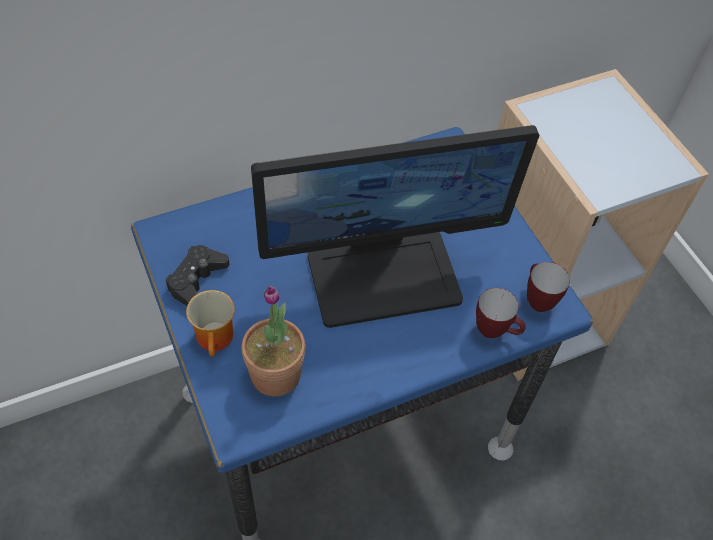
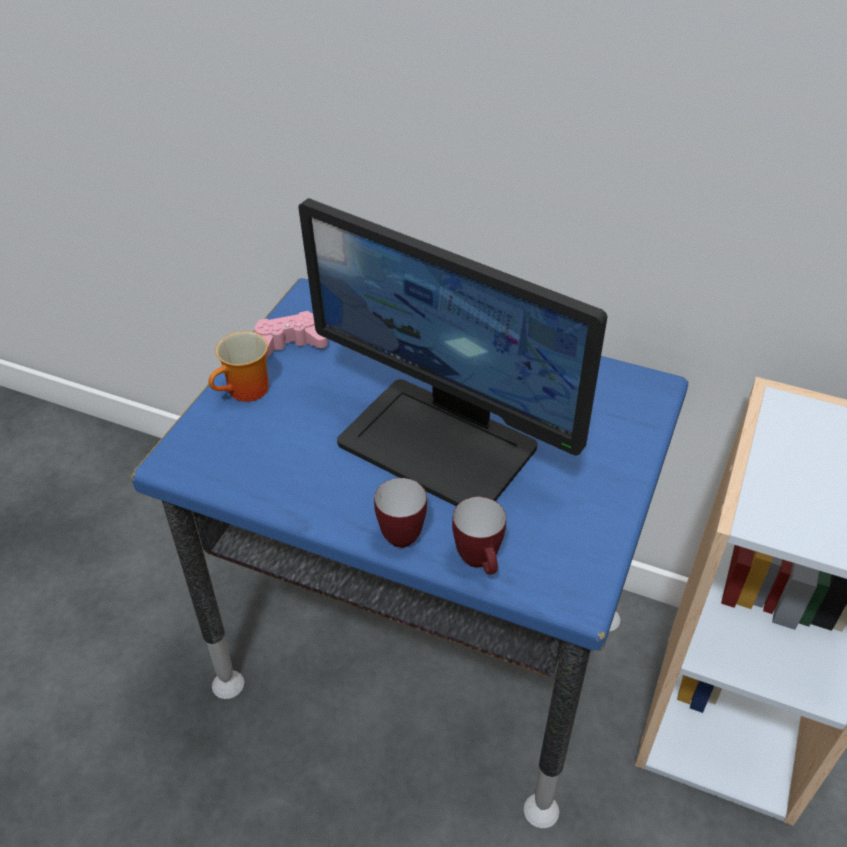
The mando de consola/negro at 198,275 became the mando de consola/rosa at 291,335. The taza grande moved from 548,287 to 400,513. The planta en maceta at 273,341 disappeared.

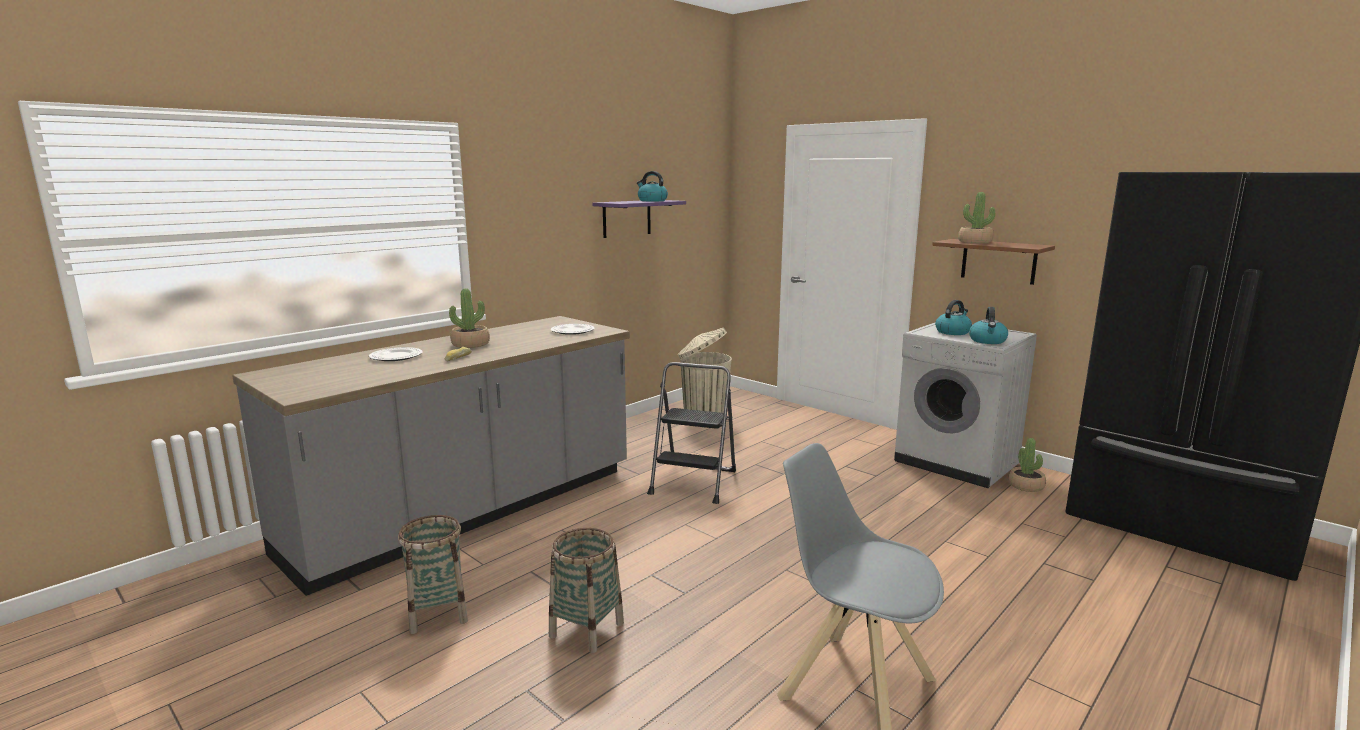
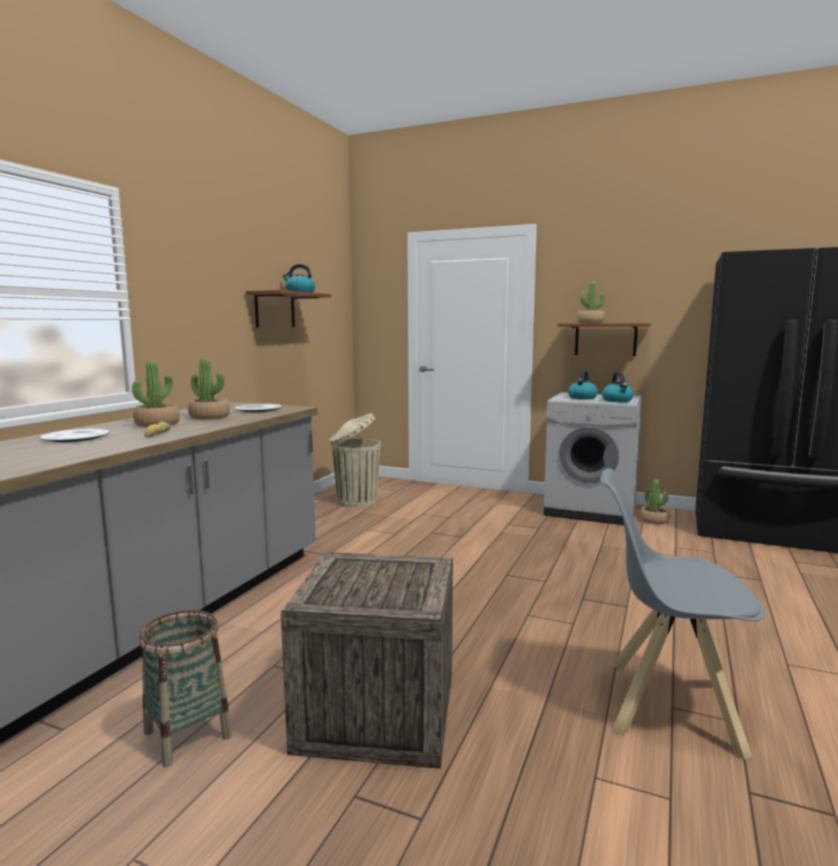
The planta en maceta at 209,389 appeared. The estante/morado at 639,219 became the estante/marrón at 288,308. The cesta at 586,590 was replaced by the caja de embalaje at 367,660. The escalera de tijera/negro at 691,433 disappeared.

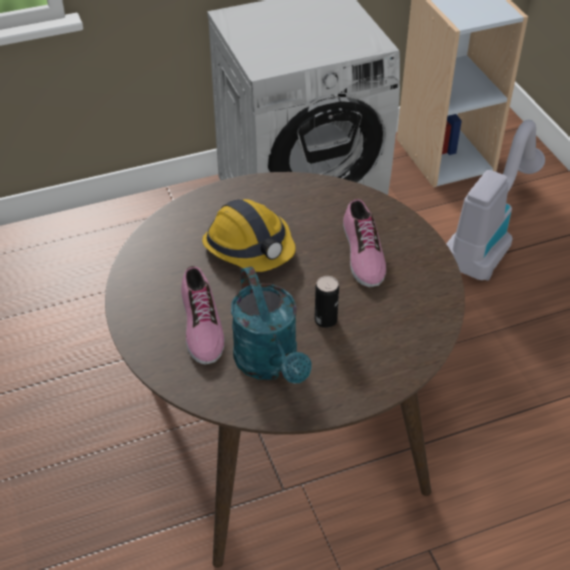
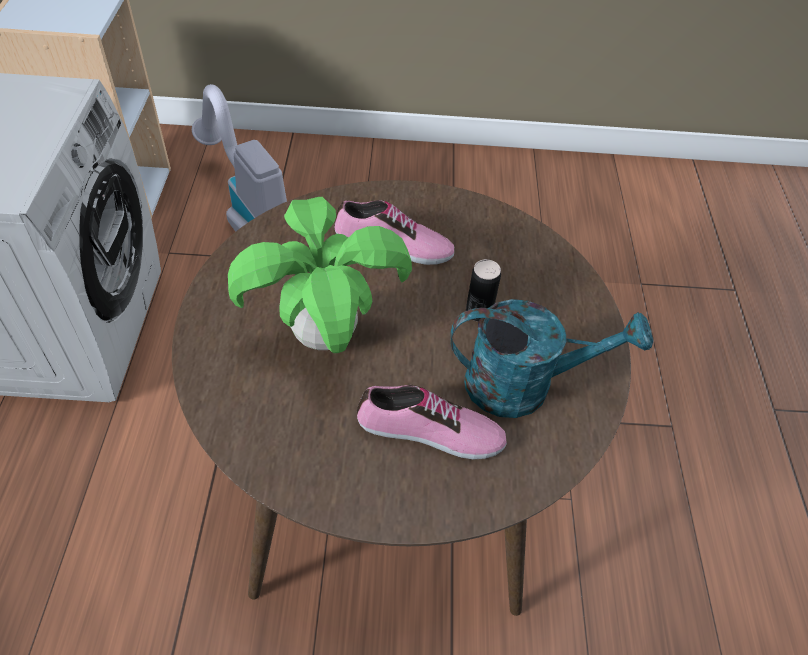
The casco at 249,235 was replaced by the planta en maceta at 320,275.

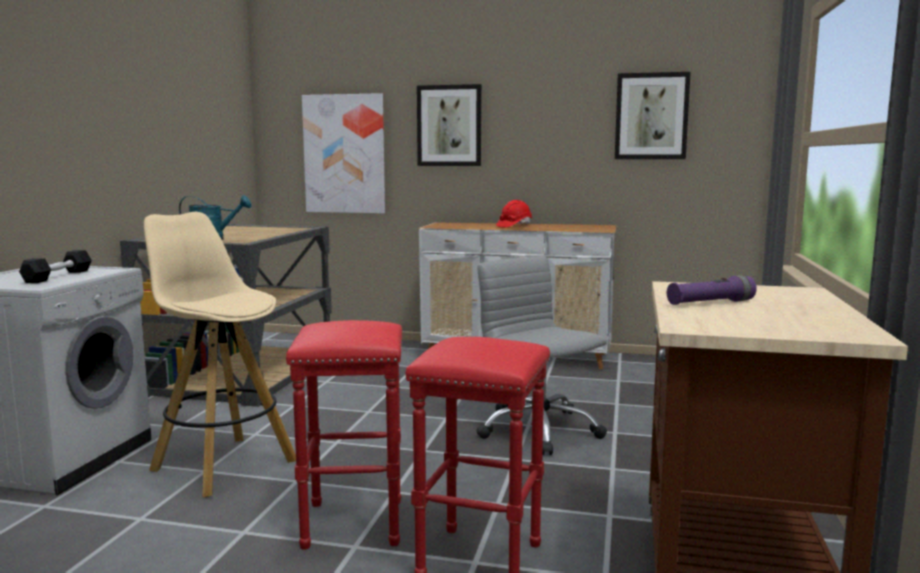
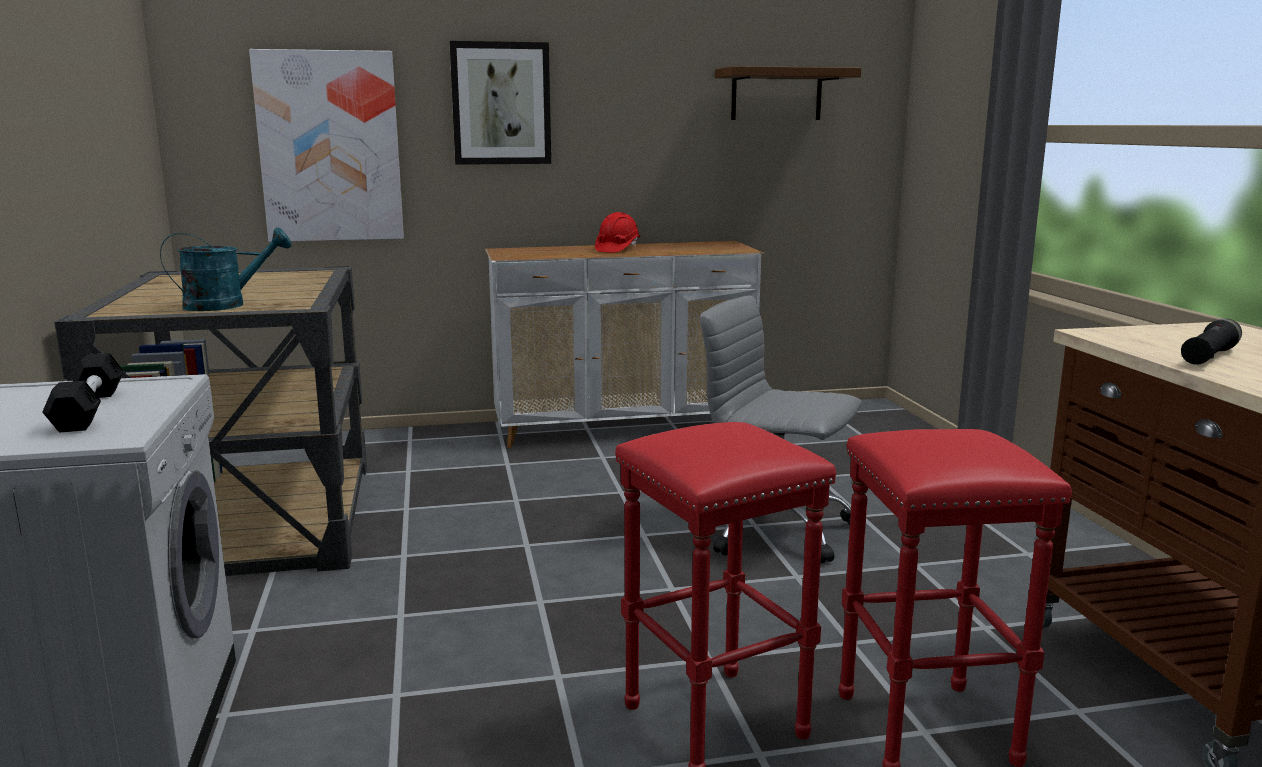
The cuadro at 653,115 was replaced by the estante/marrón at 788,93. The linterna/morado at 712,290 became the linterna/negro at 1211,342. The taburete/beis at 220,354 disappeared.

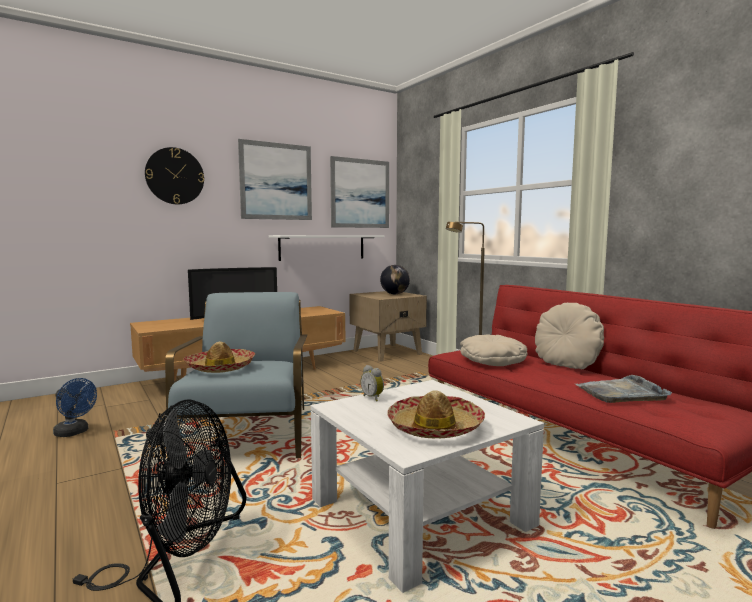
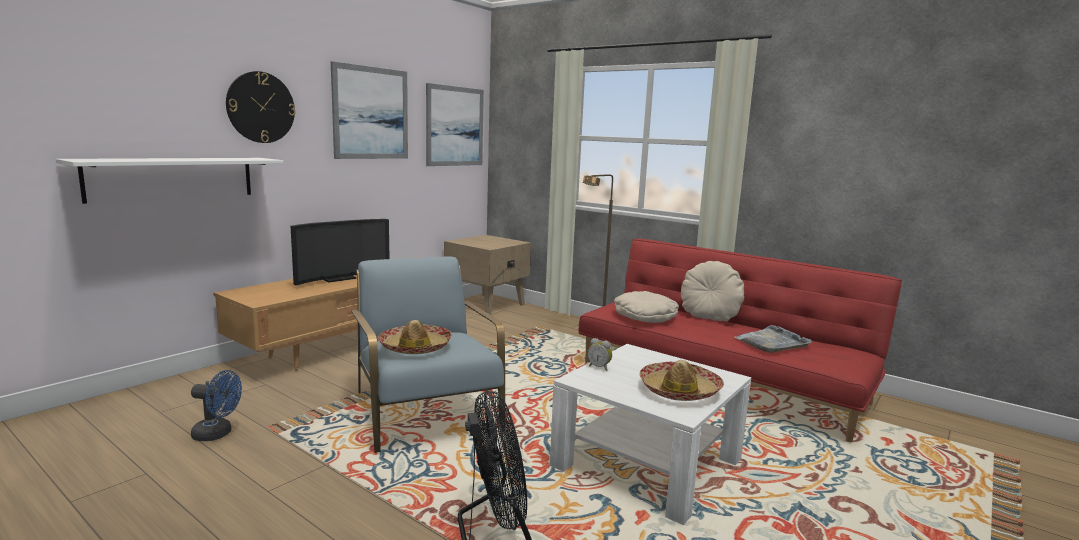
The estante/blanco moved from 327,248 to 170,181. The globo terráqueo at 395,279 disappeared.

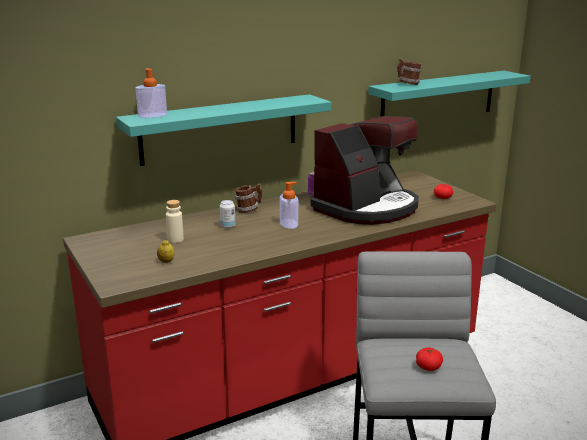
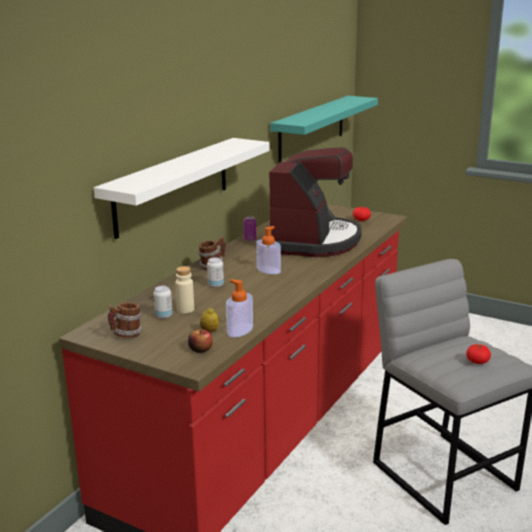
The estante/turquesa at 223,130 became the estante/blanco at 182,188. The taza grande moved from 409,71 to 125,320. The lata at 162,302 appeared. The manzana at 200,341 appeared. The dispensador de jabón moved from 151,93 to 239,308.

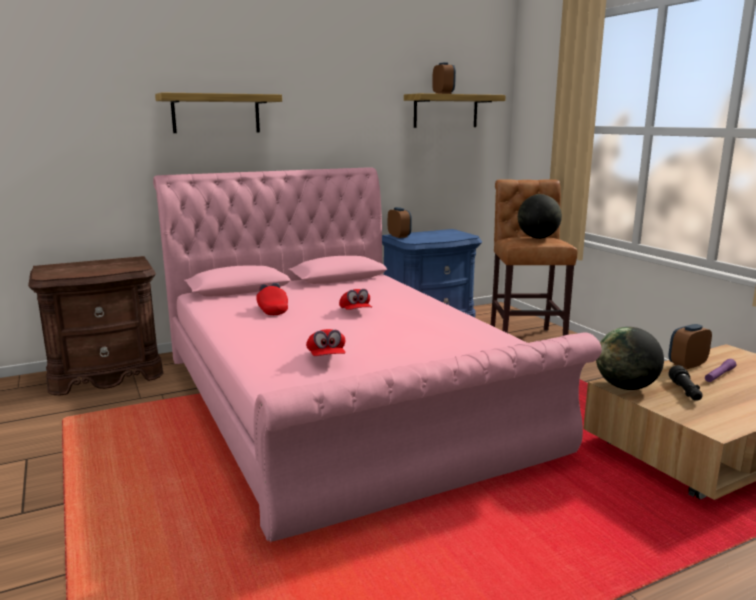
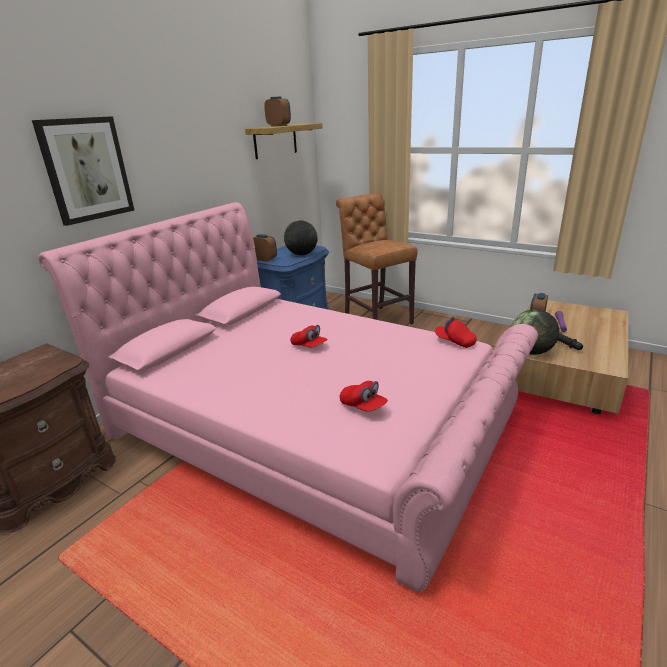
The estante at 218,112 was replaced by the cuadro at 83,171. The globo terráqueo moved from 540,216 to 301,237. The gorra/rojo moved from 272,299 to 456,332.

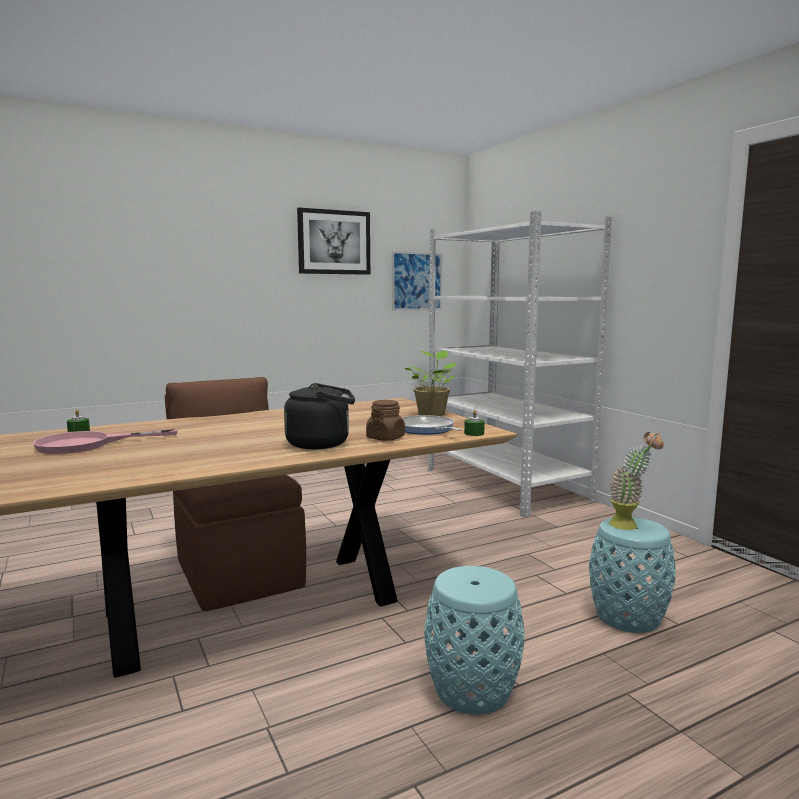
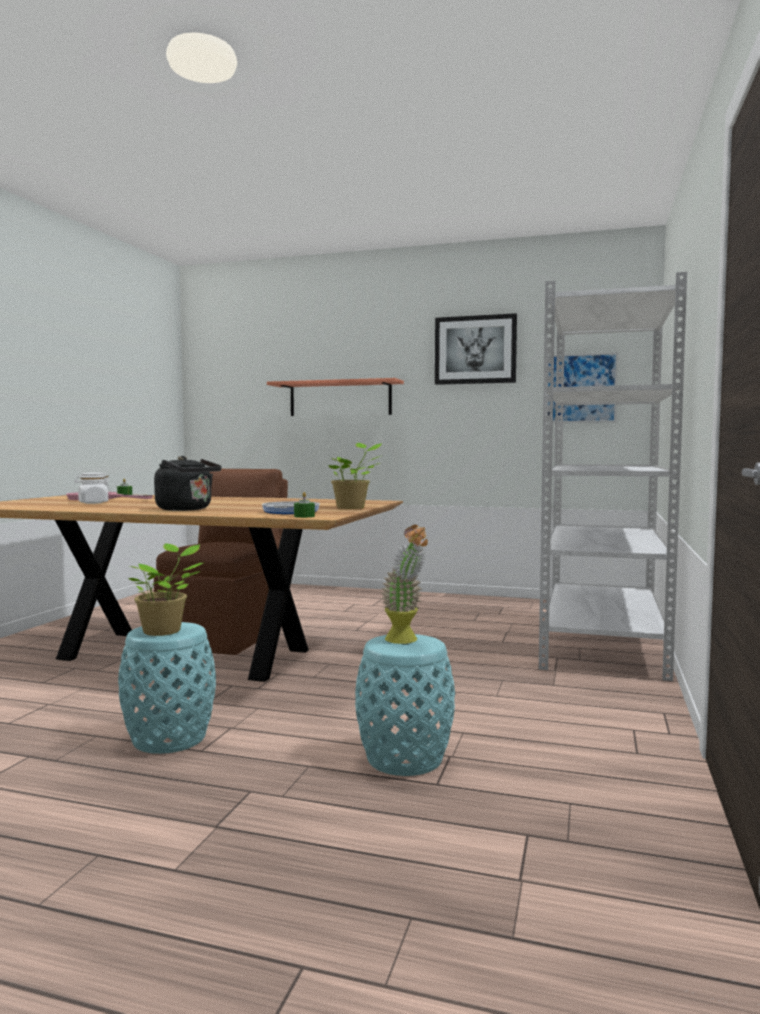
The tarro/blanco at 92,488 appeared. The planta en maceta at 166,589 appeared. The estante at 335,397 appeared. The tarro/marrón at 385,420 disappeared.

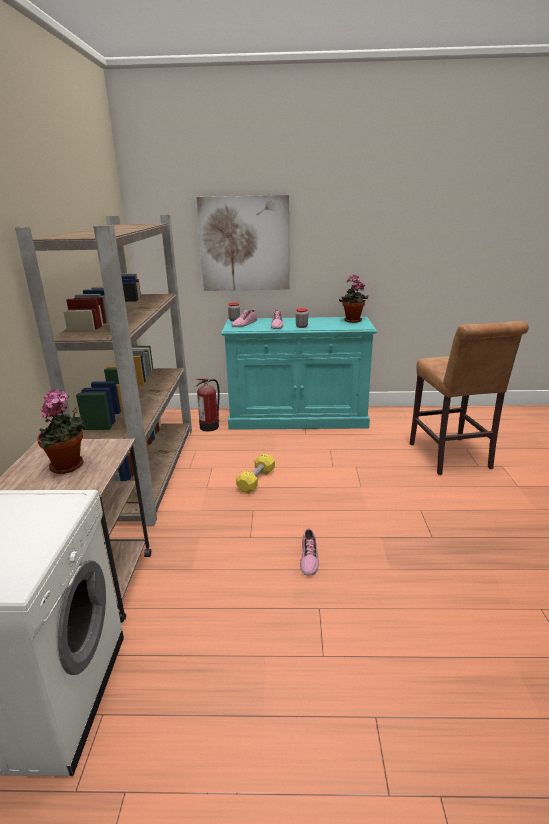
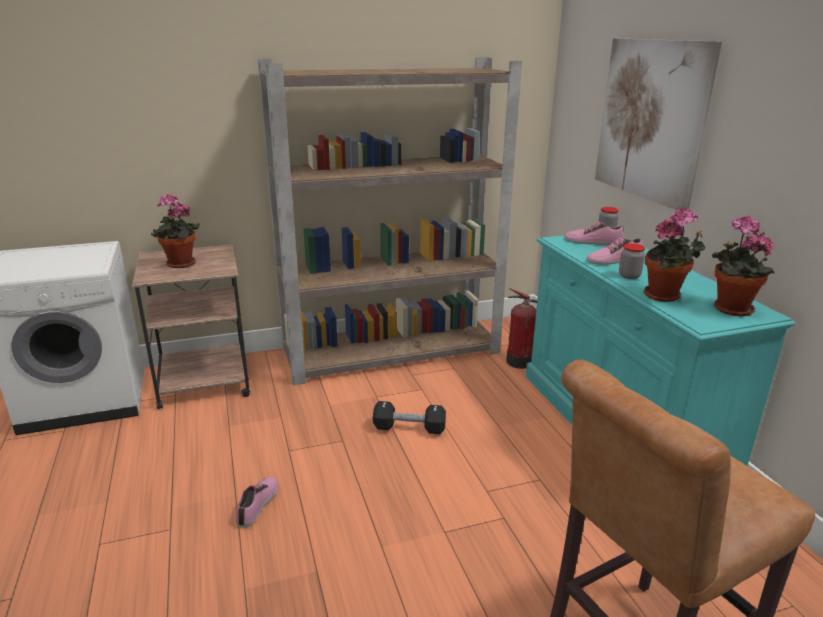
The zapato at 309,552 turned 120 degrees clockwise. The mancuerna/amarillo at 255,473 became the mancuerna/negro at 409,417. The planta en maceta at 674,255 appeared.

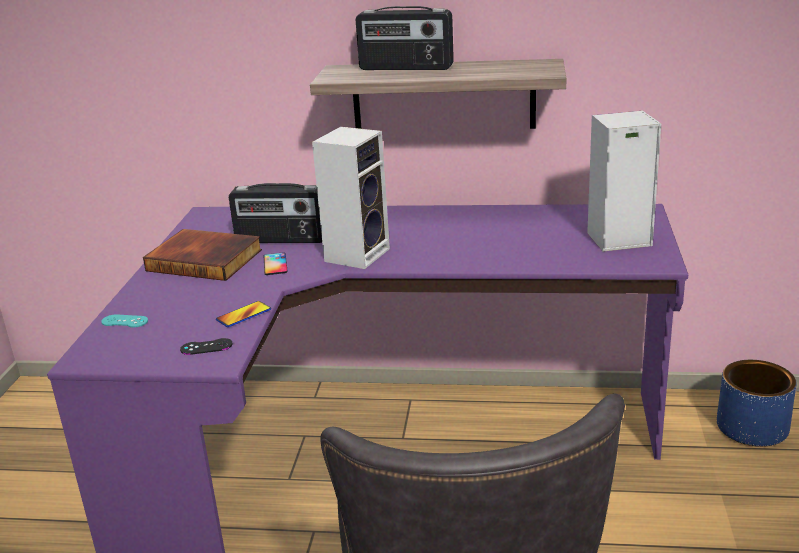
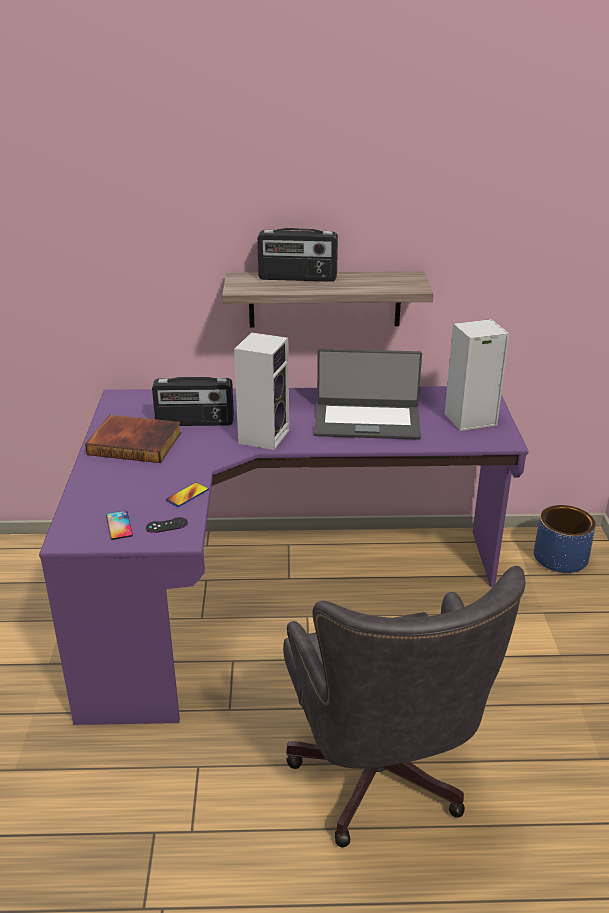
The móvil moved from 276,263 to 119,525. The portátil at 368,394 appeared. The mando de consola/turquesa at 124,320 disappeared.

